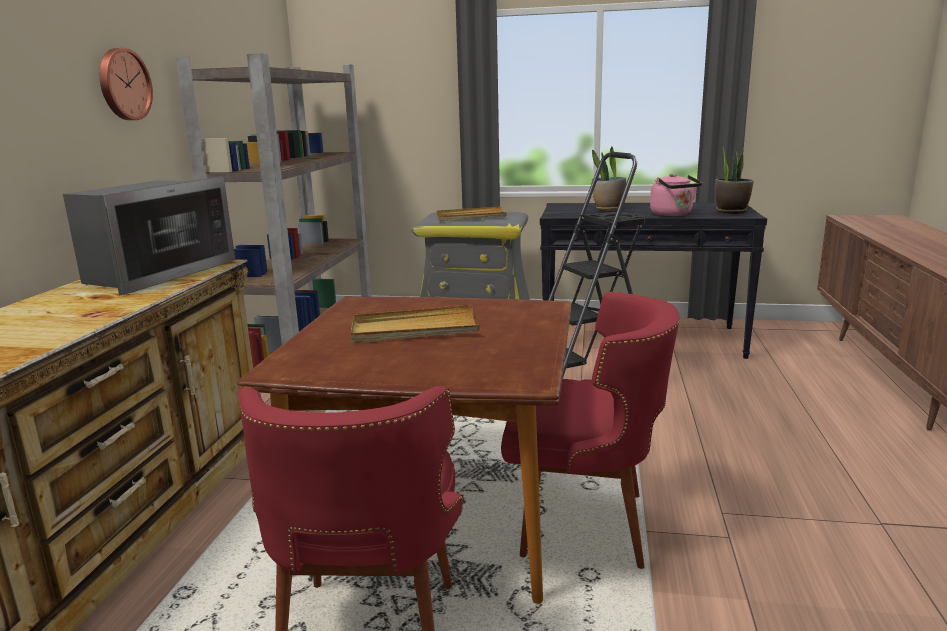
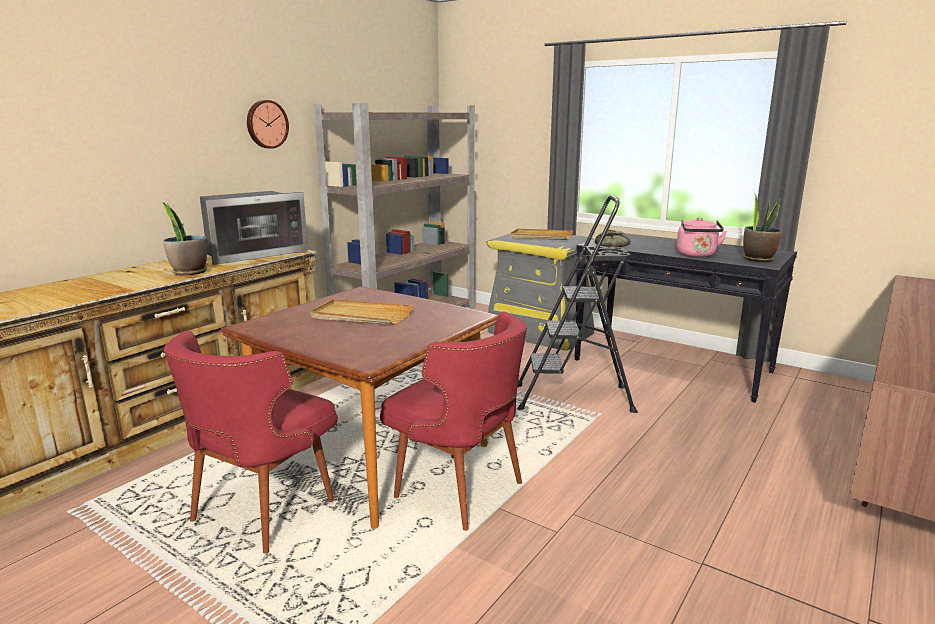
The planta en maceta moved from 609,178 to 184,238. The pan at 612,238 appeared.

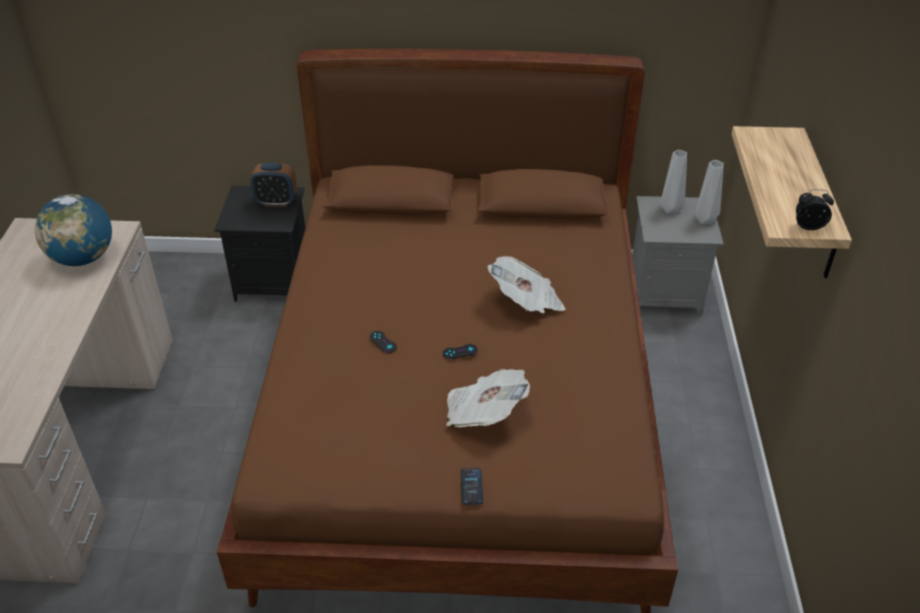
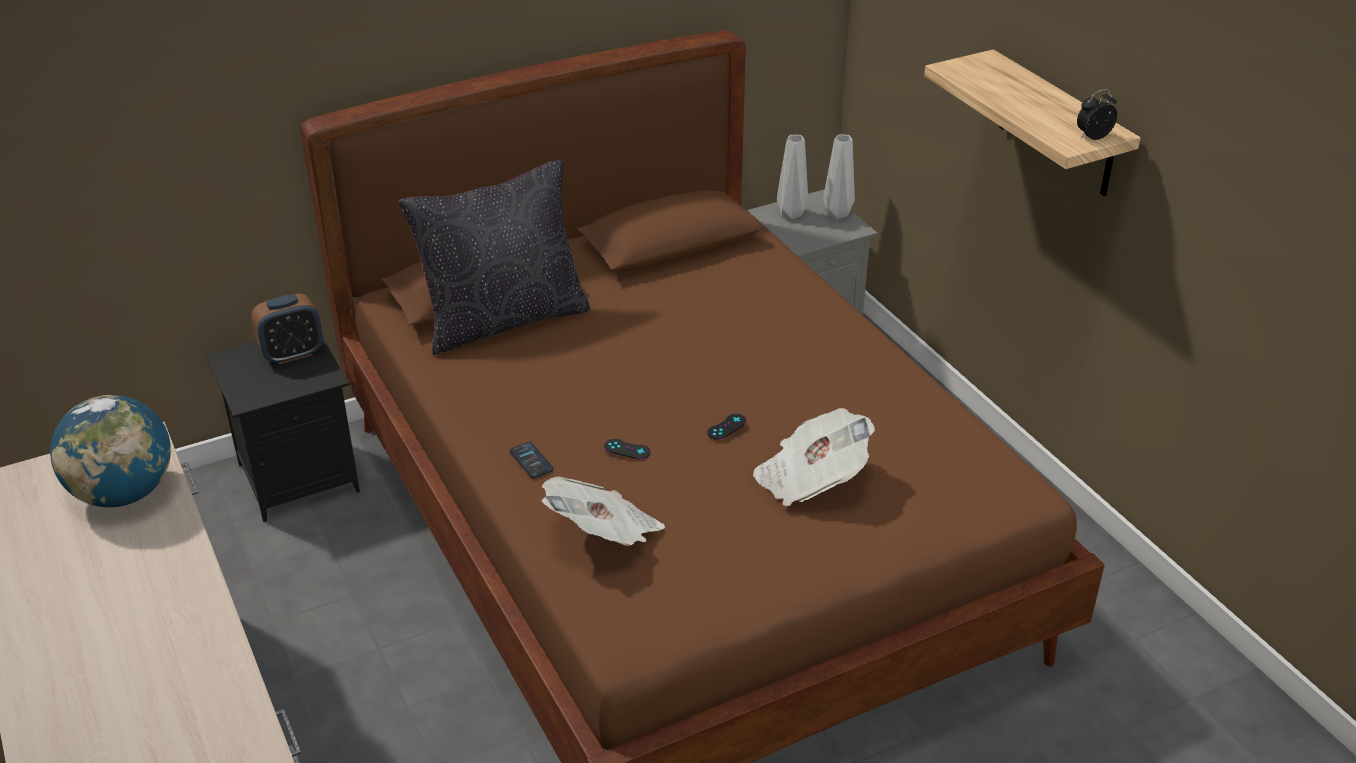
The cojín/negro at 494,257 appeared. The móvil moved from 471,486 to 531,460. The periódico moved from 527,284 to 603,511.

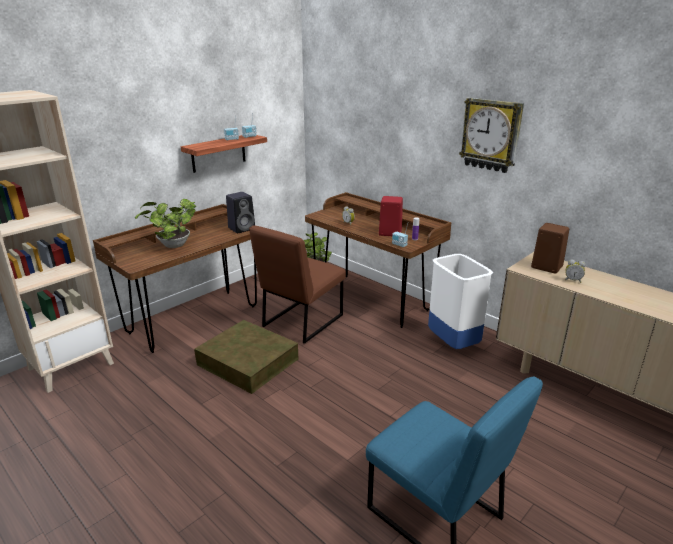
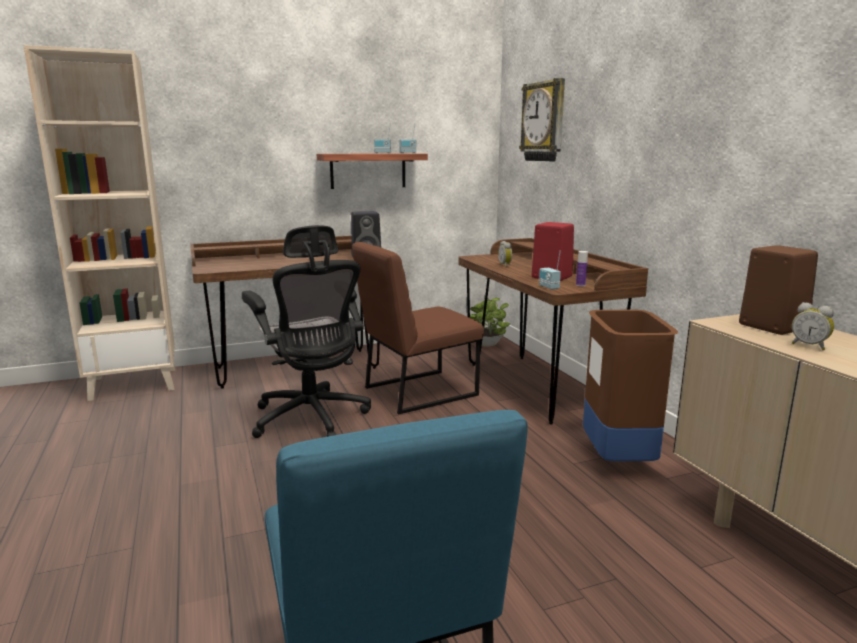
The caja de almacenaje/marrón at 246,357 was replaced by the silla de oficina at 306,331. The reloj de pared moved from 491,135 to 542,120. The papelera/blanco at 460,301 became the papelera/marrón at 630,385. The planta en maceta at 165,223 disappeared.

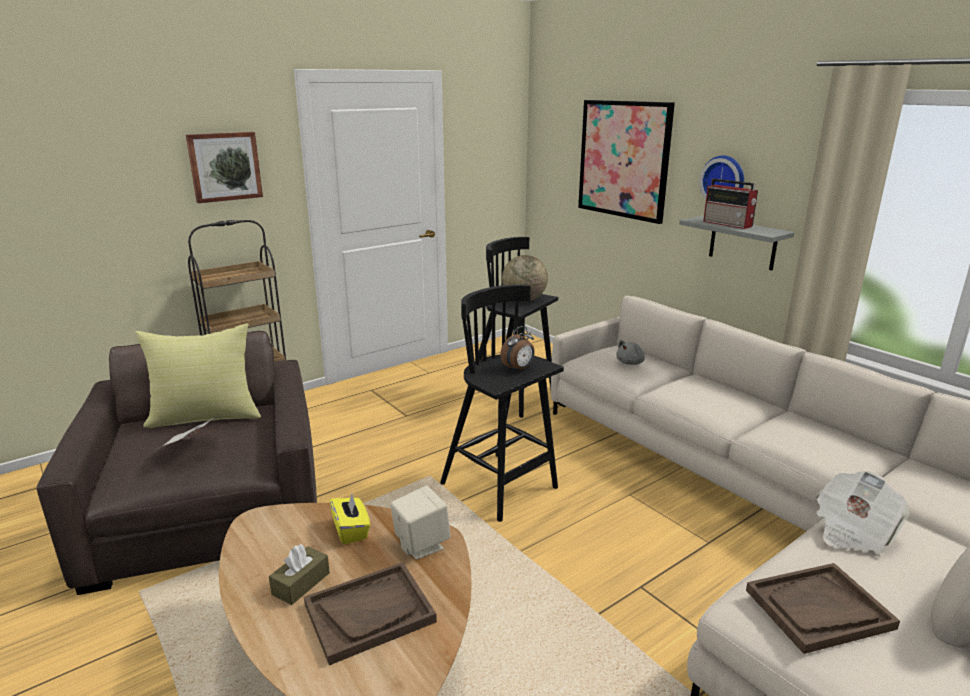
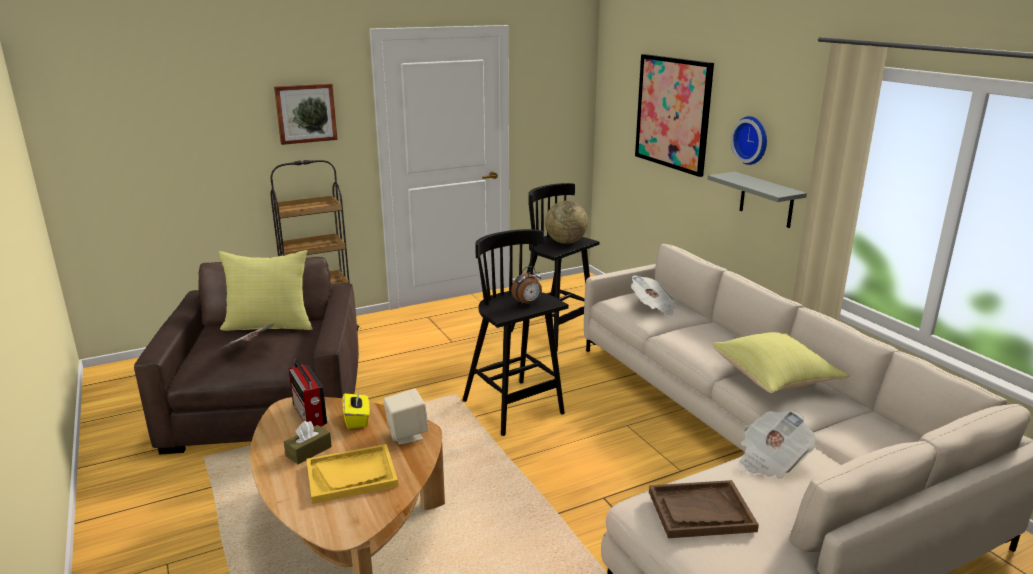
The radio moved from 730,203 to 308,393. The bandeja/marrón at 370,613 became the bandeja/amarillo at 352,474. The peluche/gris at 630,352 was replaced by the periódico at 654,295. The cojín/amarillo at 781,362 appeared.

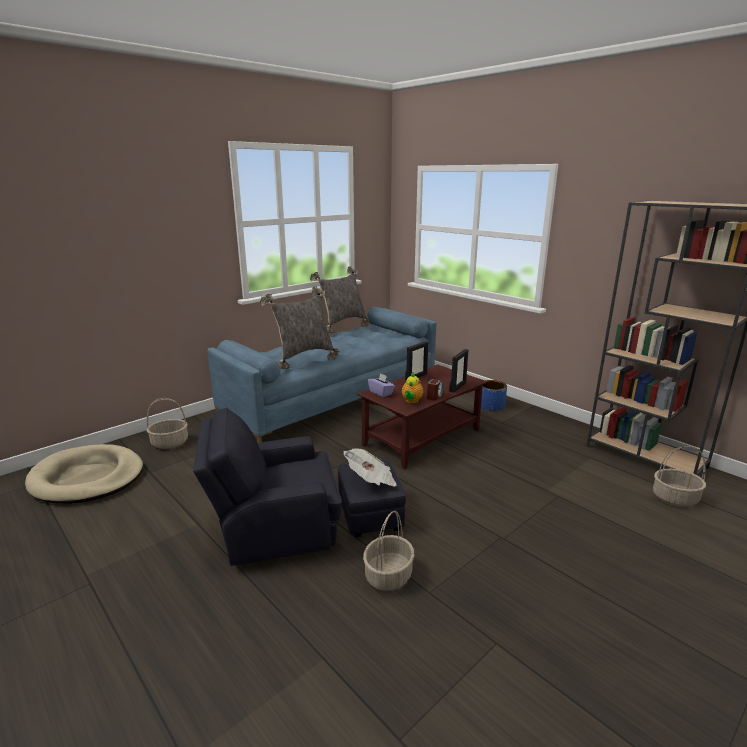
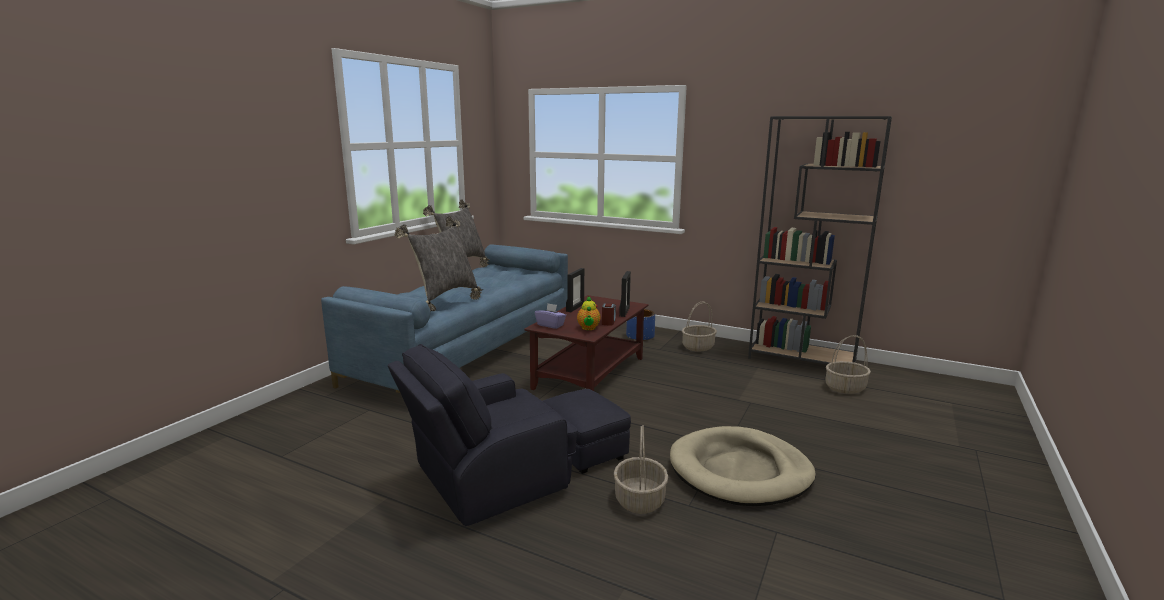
The cama para perro/beis moved from 84,474 to 743,466. The cesta moved from 167,423 to 699,326. The periódico at 370,467 disappeared.

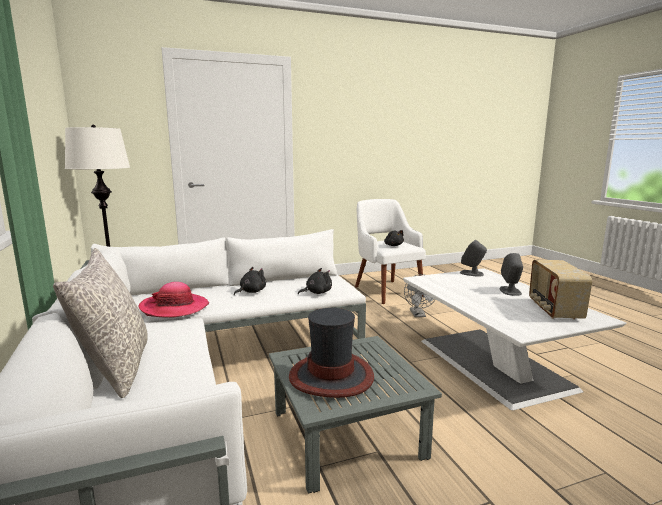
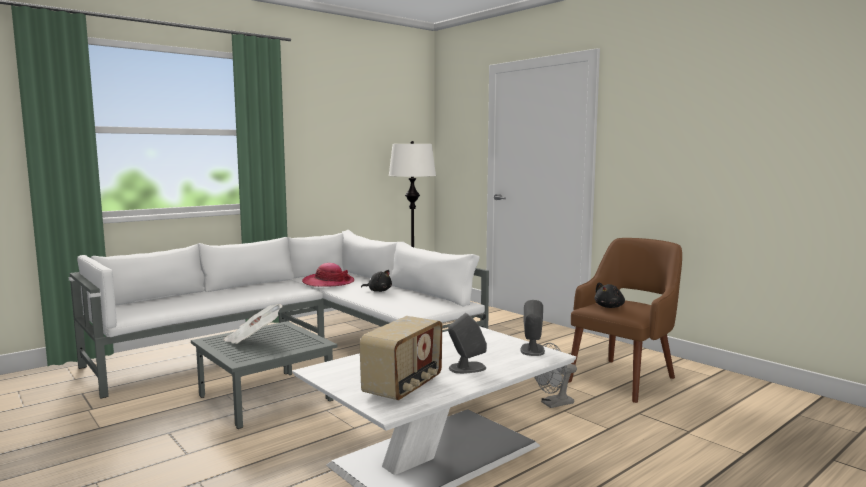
The sombrero at 331,353 was replaced by the periódico at 253,324. The radio at 560,290 turned 135 degrees clockwise. The sillón/blanco at 390,251 became the sillón/marrón at 625,320. The cojín/gris at 100,323 disappeared. The peluche/negro at 315,281 disappeared.

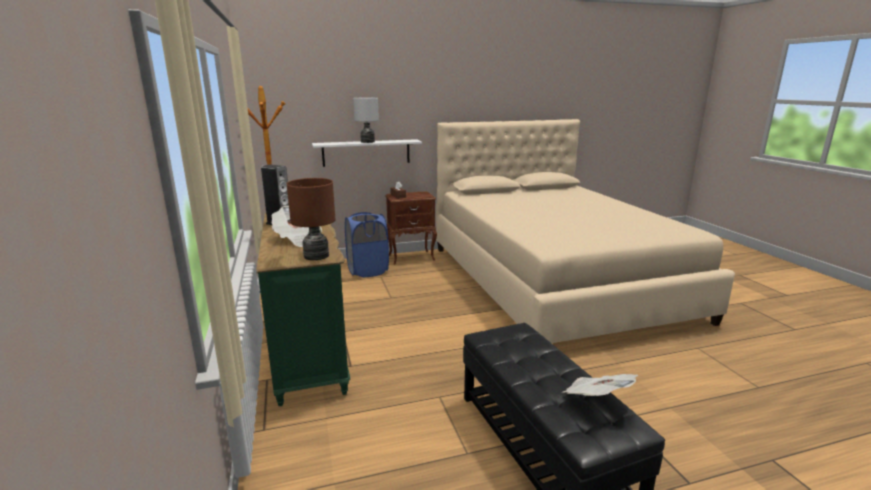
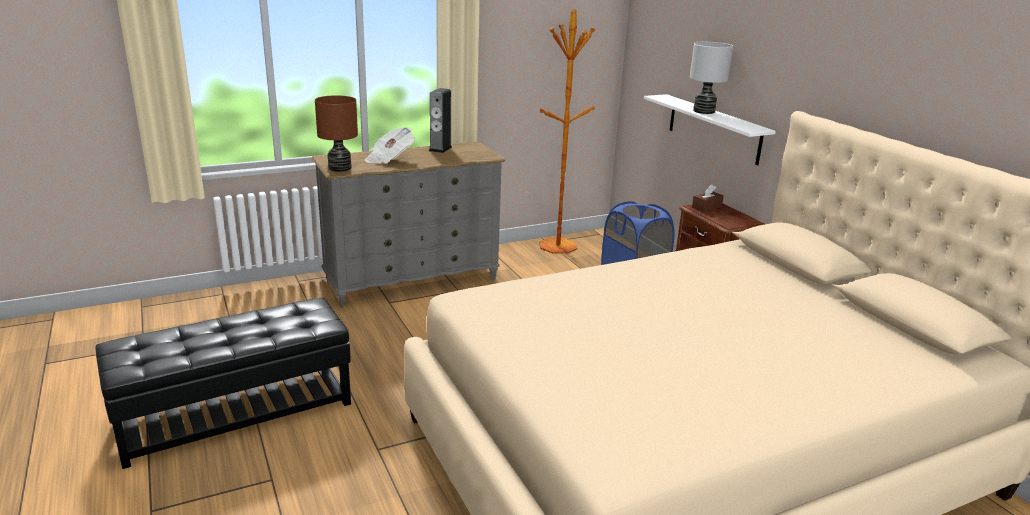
The cómoda/verde at 304,309 became the cómoda/gris at 408,223. The periódico at 600,385 disappeared.

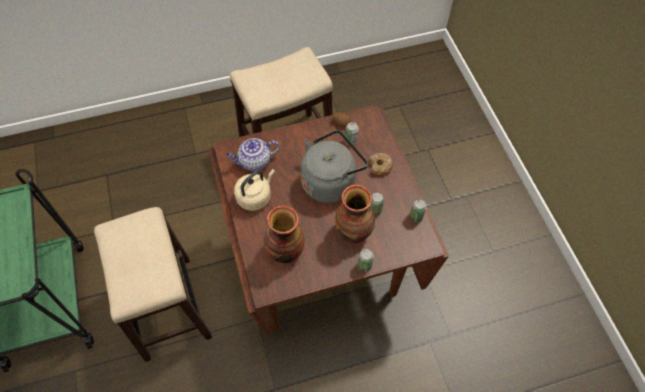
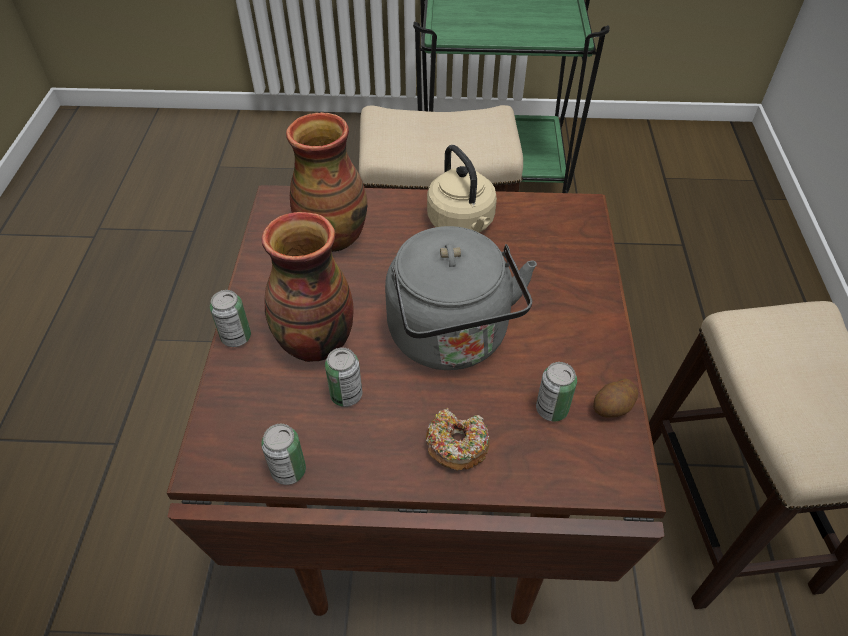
The tetera at 253,154 disappeared.

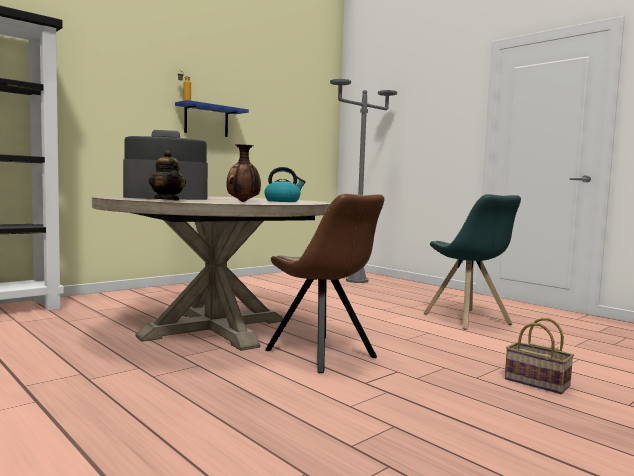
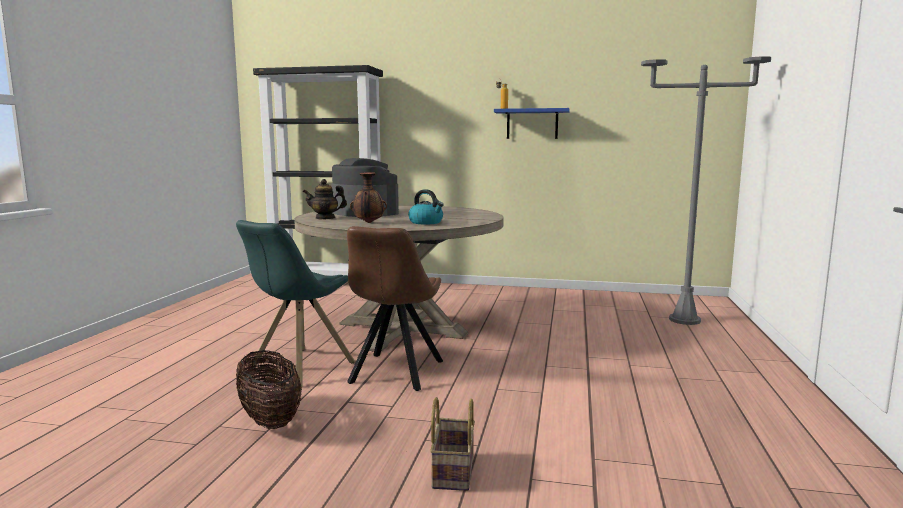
The silla/turquesa moved from 472,262 to 295,303. The cesta at 269,389 appeared. The tetera at 167,175 turned 60 degrees clockwise.

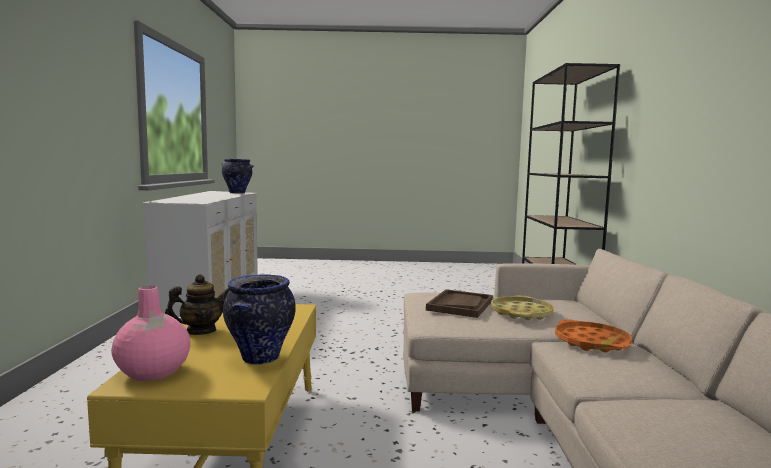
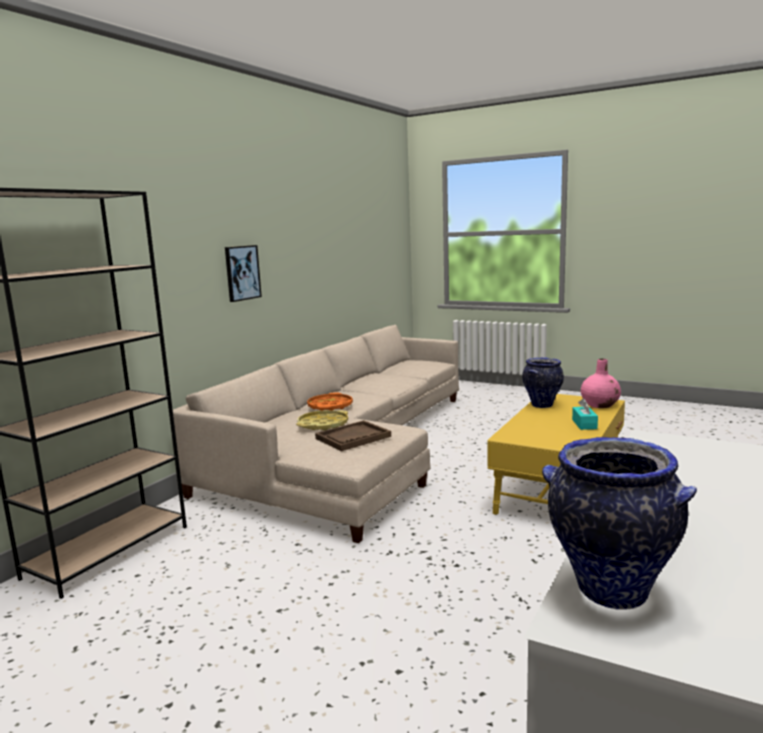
The cuadro at 243,273 appeared. The tetera at 197,304 was replaced by the caja de pañuelos/turquesa at 585,414.

